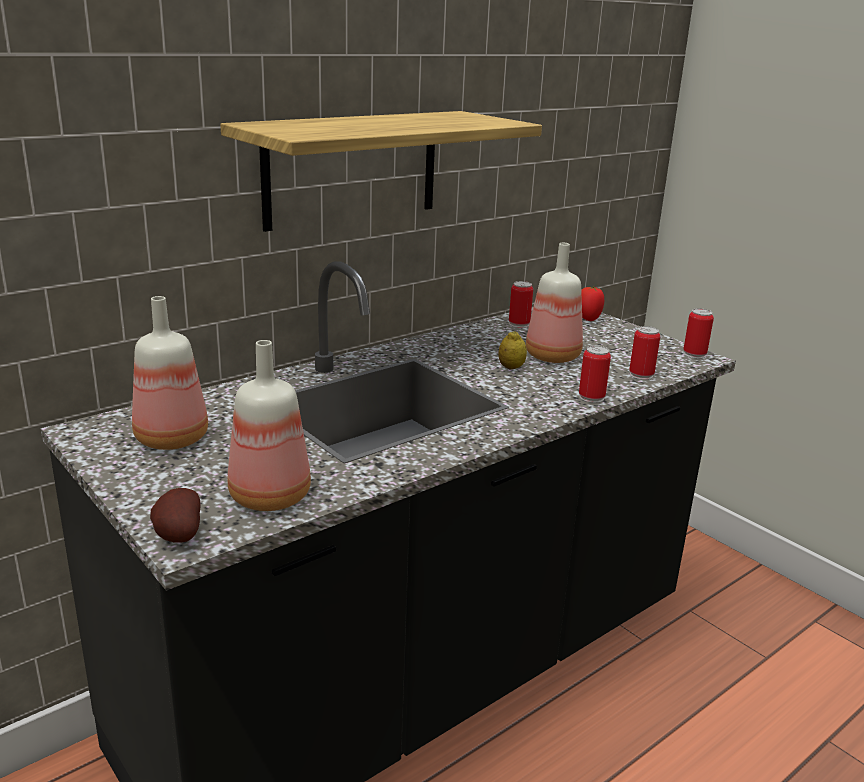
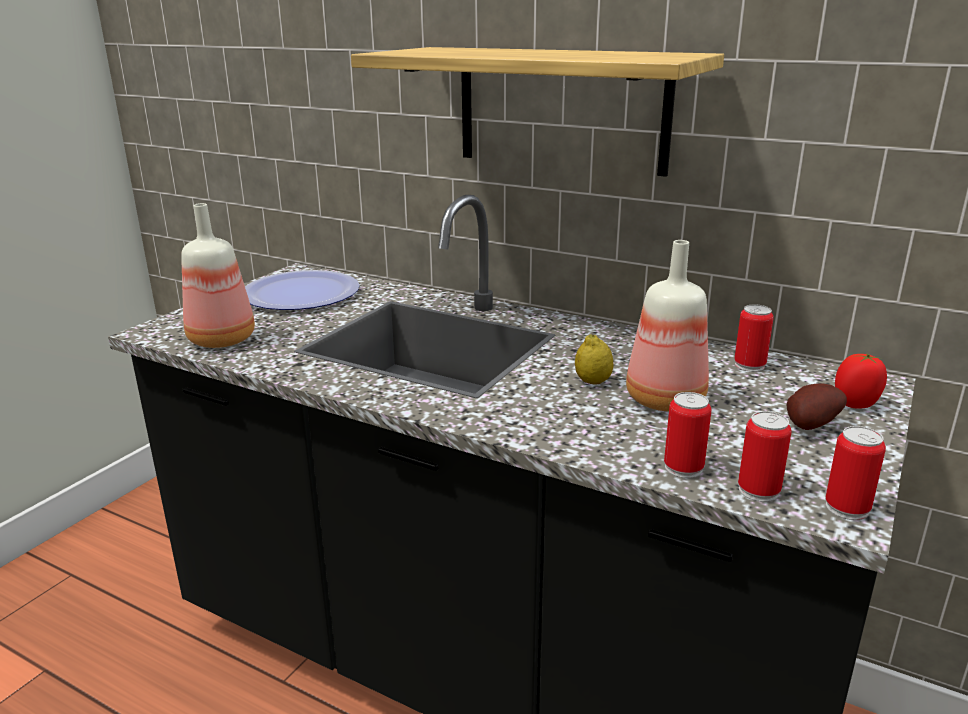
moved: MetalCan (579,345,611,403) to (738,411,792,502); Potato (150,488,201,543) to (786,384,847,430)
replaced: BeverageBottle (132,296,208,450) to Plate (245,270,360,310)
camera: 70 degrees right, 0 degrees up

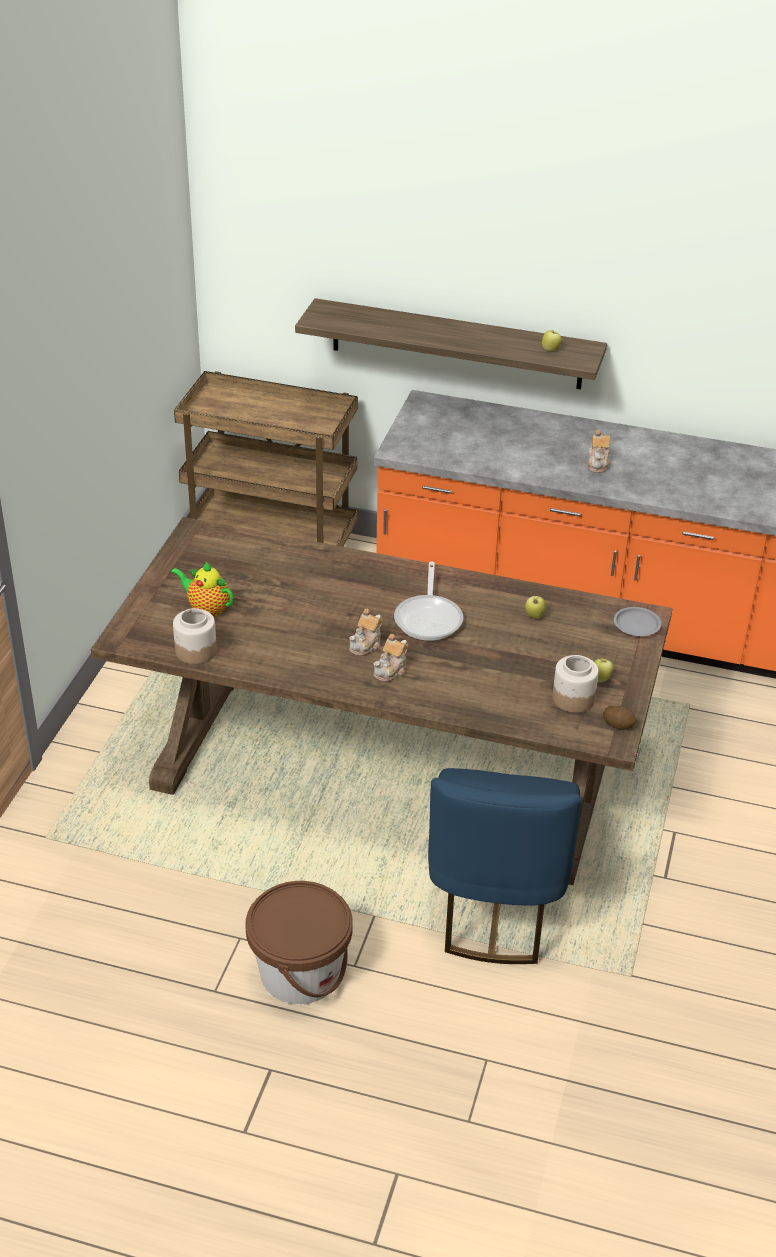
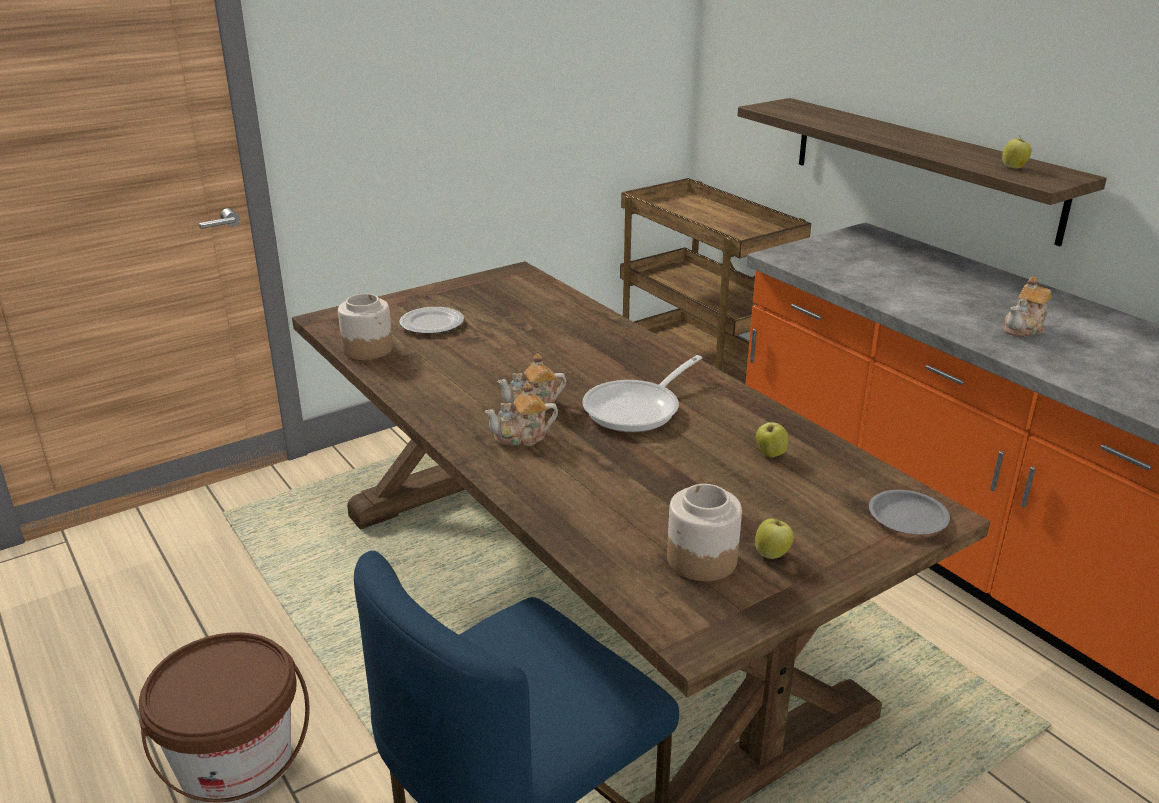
removed: Potato (603,706,637,730)
replaced: Teapot (171,561,234,617) to Plate (399,307,464,334)
camera: 40 degrees right, 10 degrees down

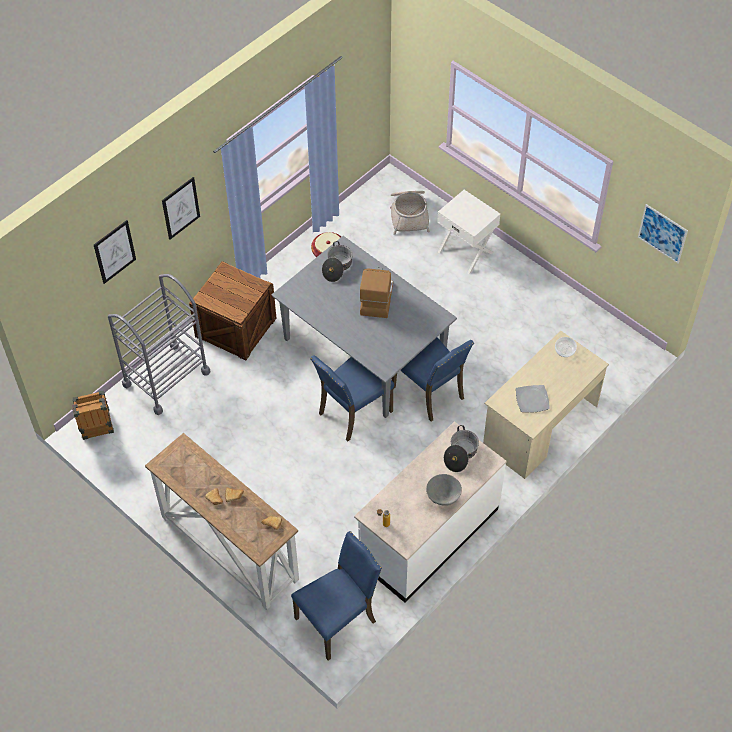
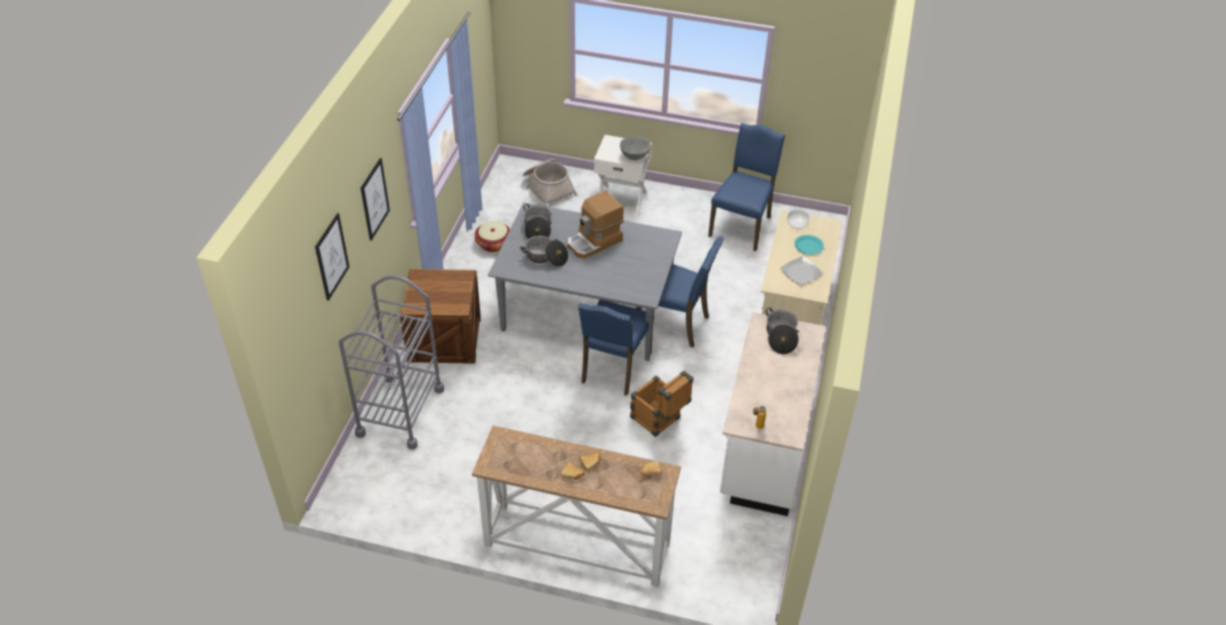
removed: WallArt (638,204,688,263)
added: CookingPot (520,235,568,267); BlueGreenPlate (794,235,824,255)
moved: ShippingCrate (72,390,114,440) to (630,371,694,437); GreyishServingBowl (426,474,462,506) to (620,136,651,160); BlueColouredPlainChair (291,531,382,661) to (708,123,785,251)
turned: CoffeeMachine (360,267,393,318) = (567,191,624,259) 105 degrees counterclockwise
camera: 30 degrees left, 10 degrees down

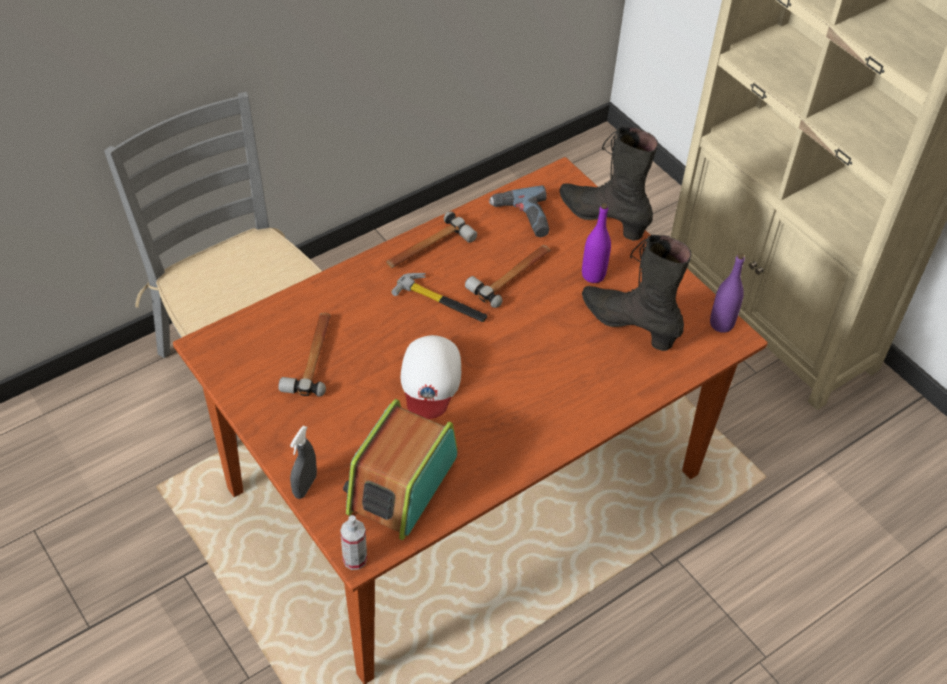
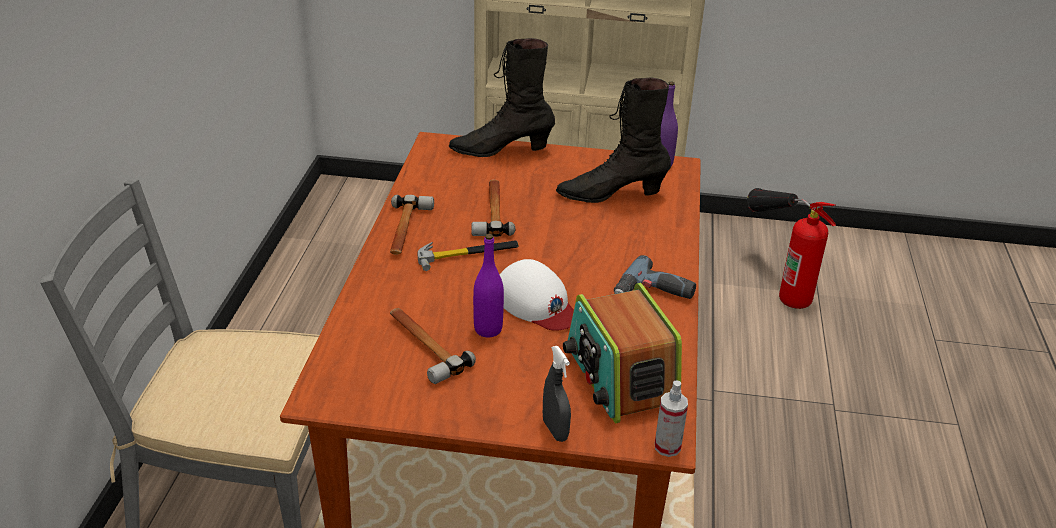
added: FireFightingCylinder (747,188,836,309)
moved: ElectricDrill (489,185,549,237) to (614,255,696,299); PurpleBeverageBottle (582,203,611,283) to (473,234,504,338)
camera: 45 degrees left, 15 degrees down

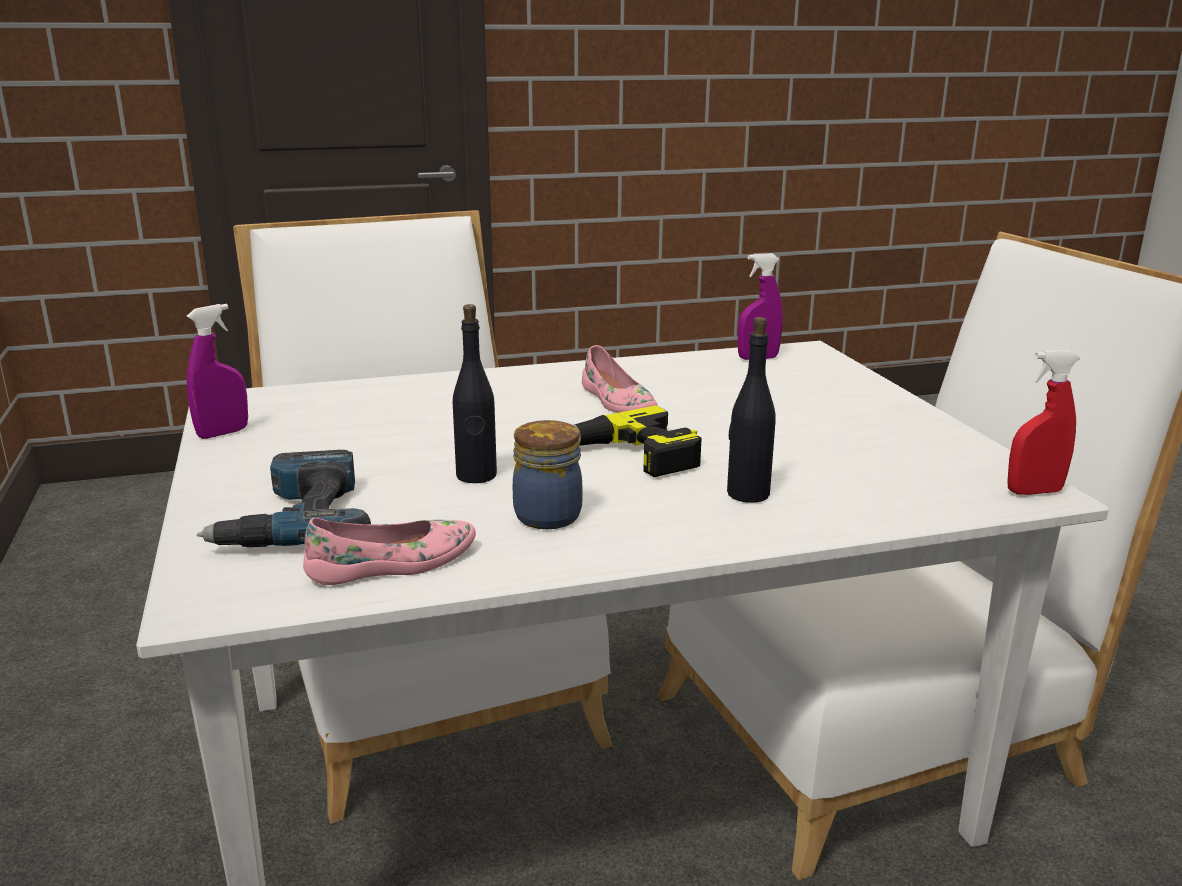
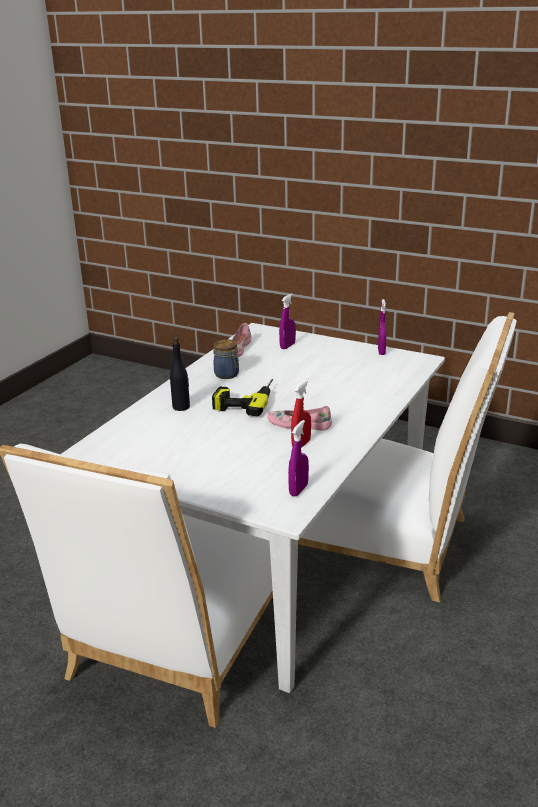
removed: BlackBeverageBottle (453,304,497,483)
moved: RedHandSprayer (1007,350,1080,495) to (291,380,311,448)
replaced: ElectricDrill (197,450,371,547) to PurpleHandSprayer (279,294,296,349)
camera: 135 degrees right, 5 degrees up

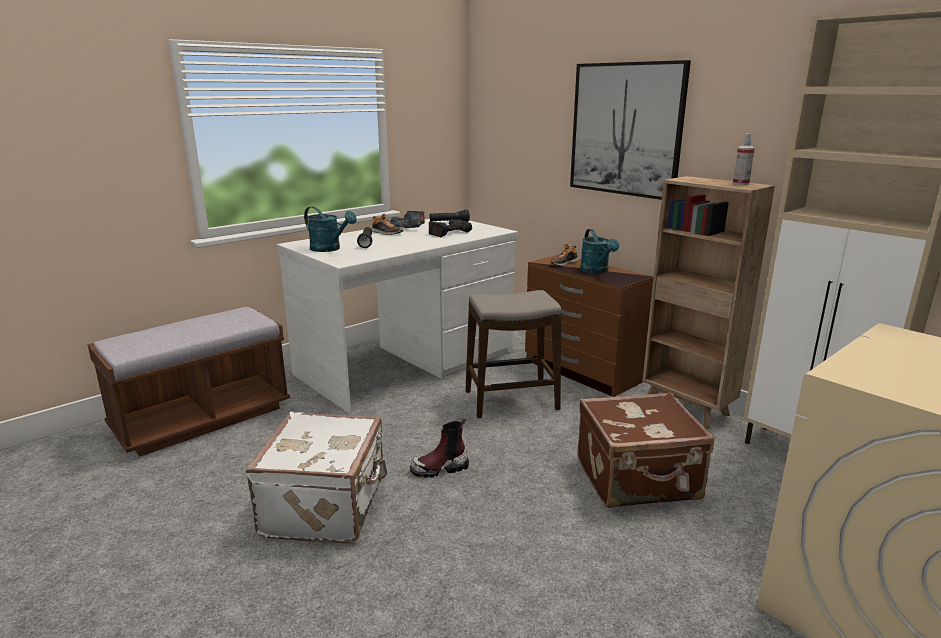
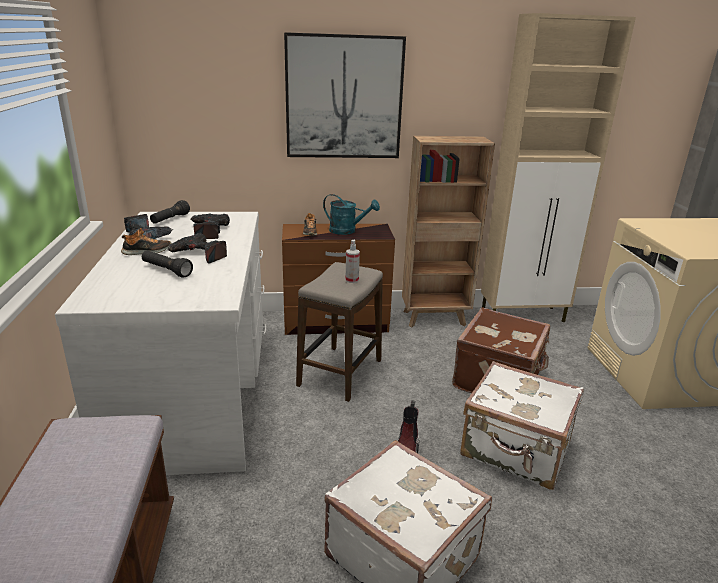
removed: BlueGreenWateringCan (304,206,357,252)
added: ElectricDrill (168,233,227,264); WhitePieceOfLuggage (460,361,584,490)
moved: HandSprayer (733,133,755,185) to (345,240,360,283)
camera: 55 degrees left, 5 degrees up

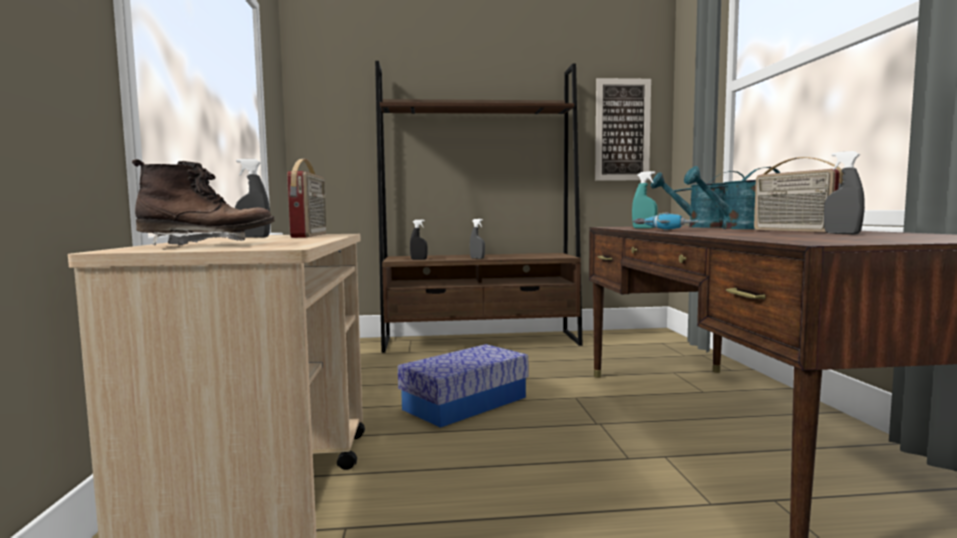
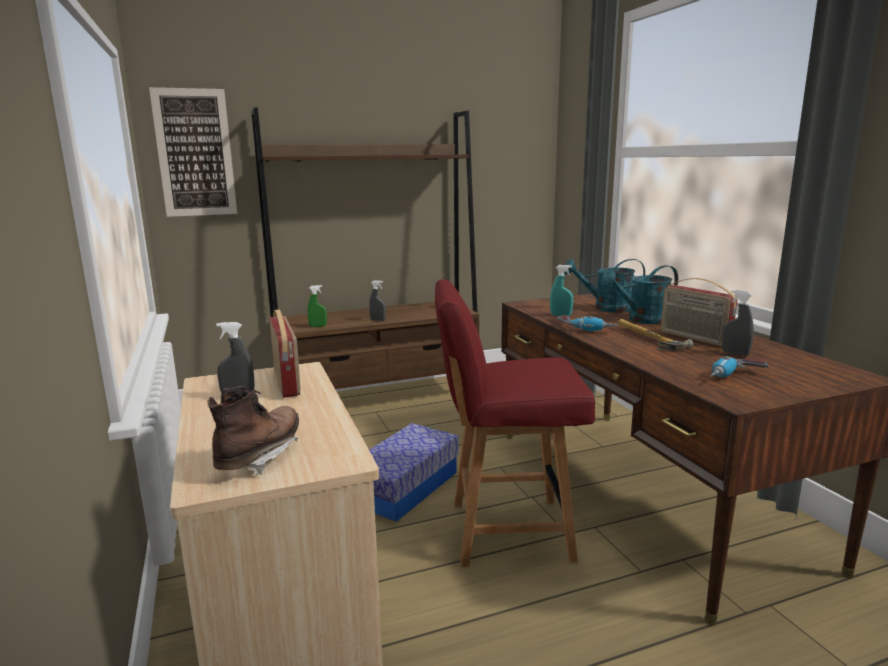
added: RedPlainChair (435,279,595,567); HandHammer (618,319,693,351); ElectricDrill (711,356,769,377)
moved: WallArt (595,78,651,181) to (149,87,237,217)
recoloured: BlackHandSprayer (410,220,427,260) to GreenHandSprayer (307,285,327,327)
turned: BrownTallBoot (132,159,275,245) = (207,386,299,475) 45 degrees counterclockwise
camera: 15 degrees left, 10 degrees up

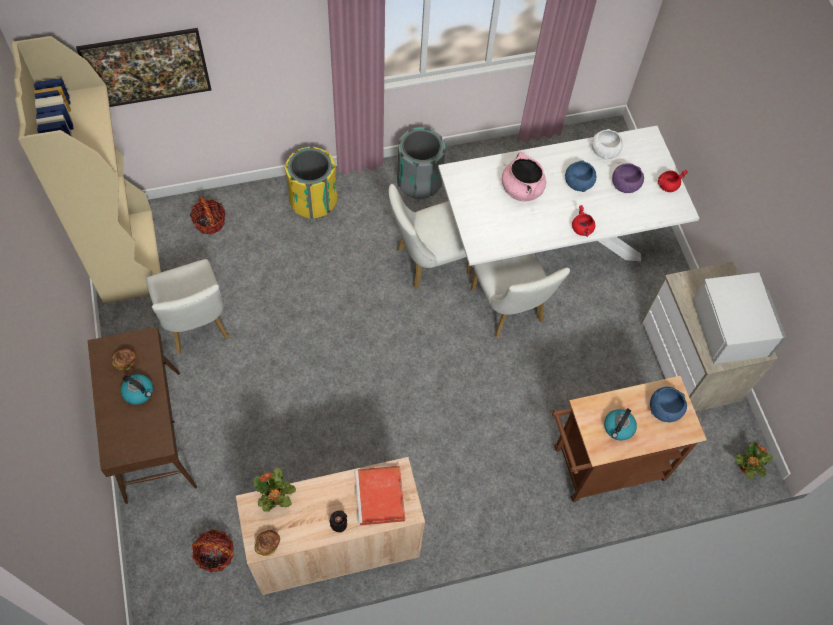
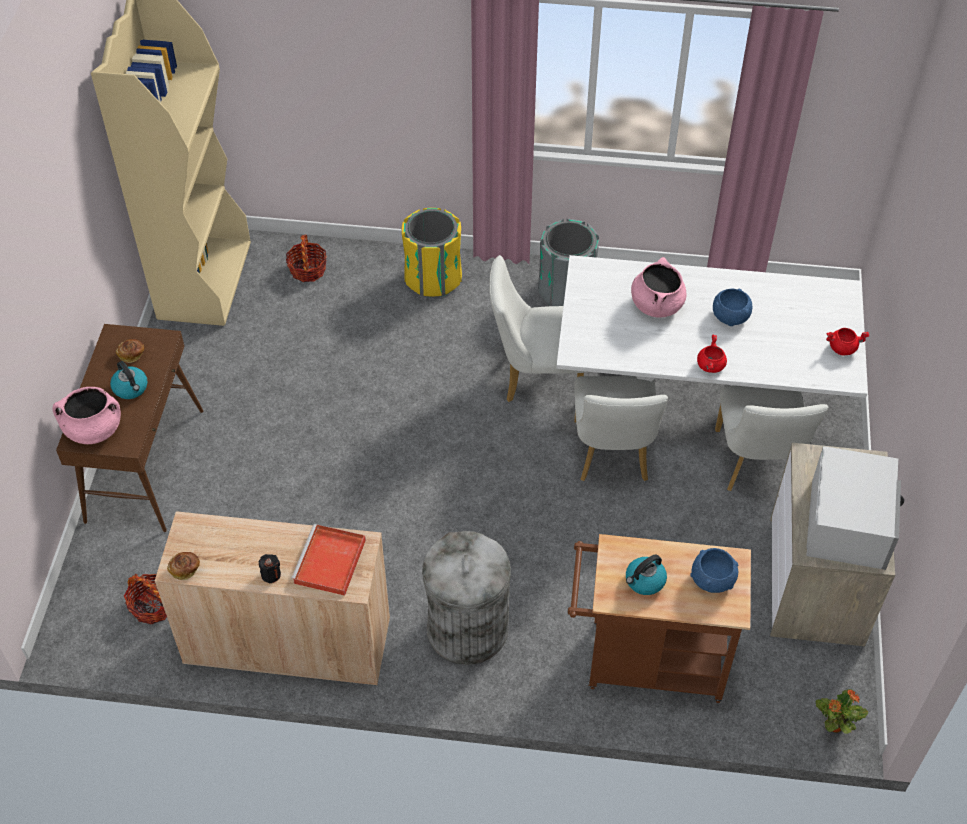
removed: WallArt (76,28,211,107); WhiteServingBowl (592,129,623,159); PurpleServingBowl (612,163,644,193); PlantInAPot (254,468,296,512)
added: PinkishCookingPot (52,387,121,444); GreyishTrashCan (422,531,511,665)
moved: WhitePlainChair (146,259,229,354) to (715,386,828,491)
camera: 25 degrees right, 10 degrees down

